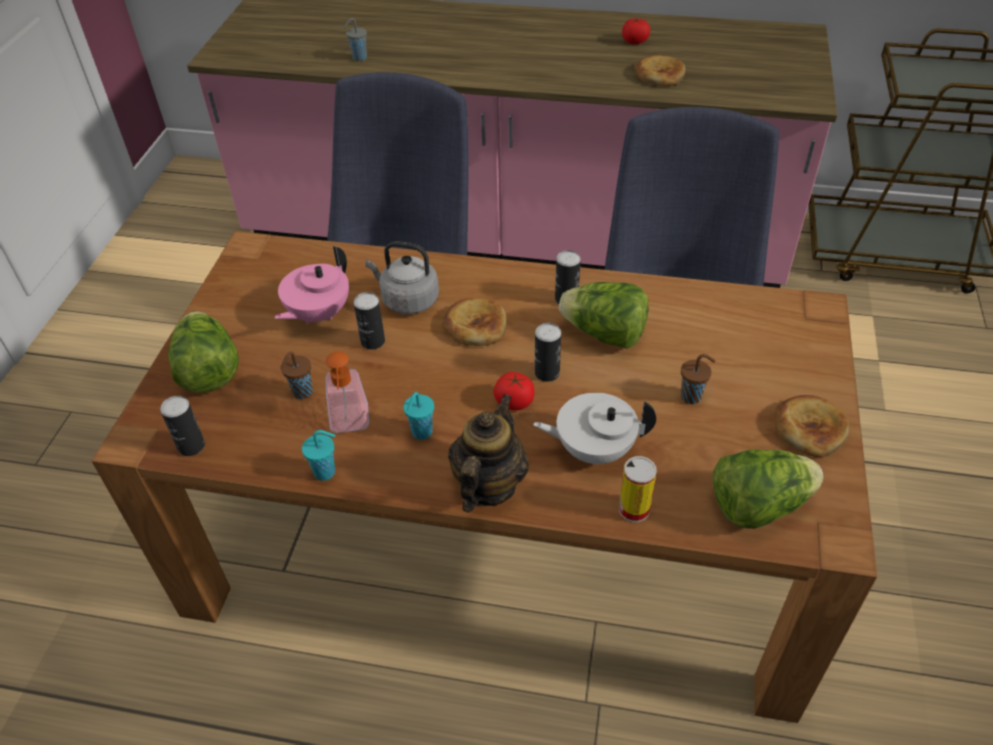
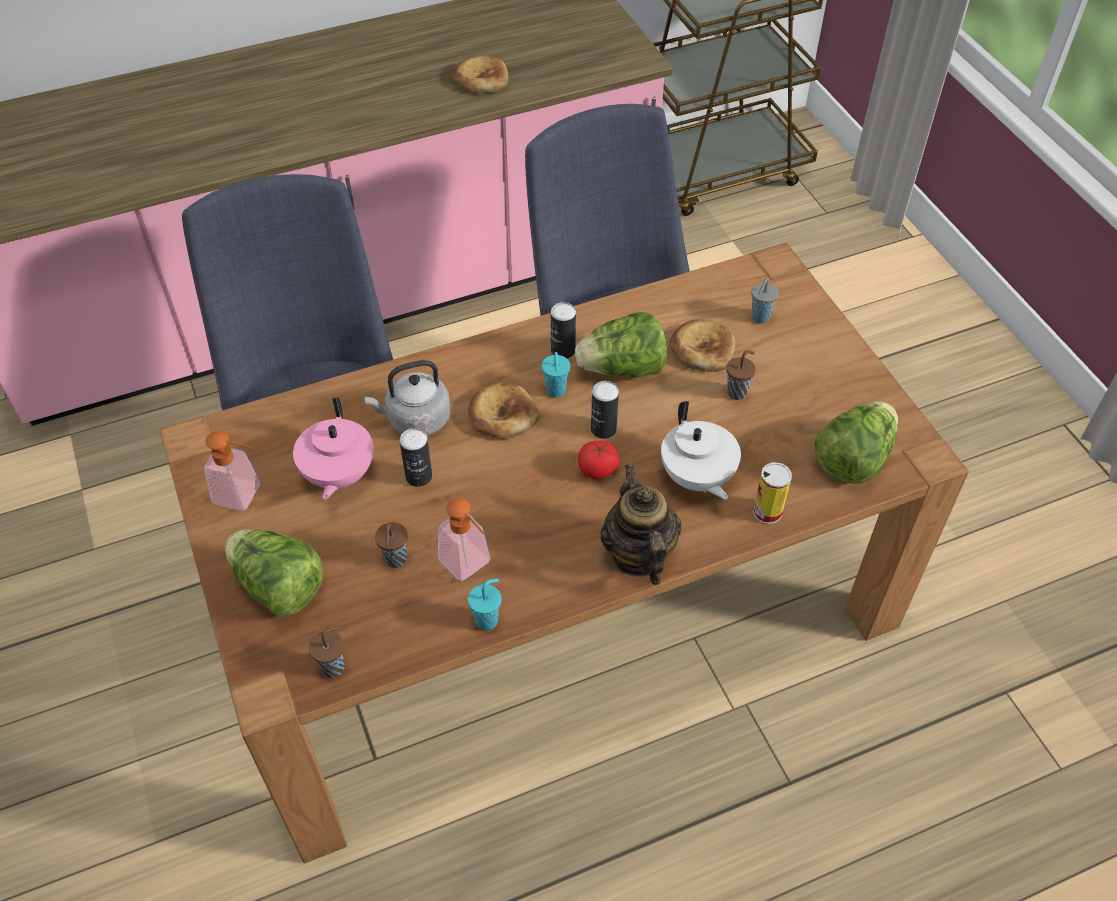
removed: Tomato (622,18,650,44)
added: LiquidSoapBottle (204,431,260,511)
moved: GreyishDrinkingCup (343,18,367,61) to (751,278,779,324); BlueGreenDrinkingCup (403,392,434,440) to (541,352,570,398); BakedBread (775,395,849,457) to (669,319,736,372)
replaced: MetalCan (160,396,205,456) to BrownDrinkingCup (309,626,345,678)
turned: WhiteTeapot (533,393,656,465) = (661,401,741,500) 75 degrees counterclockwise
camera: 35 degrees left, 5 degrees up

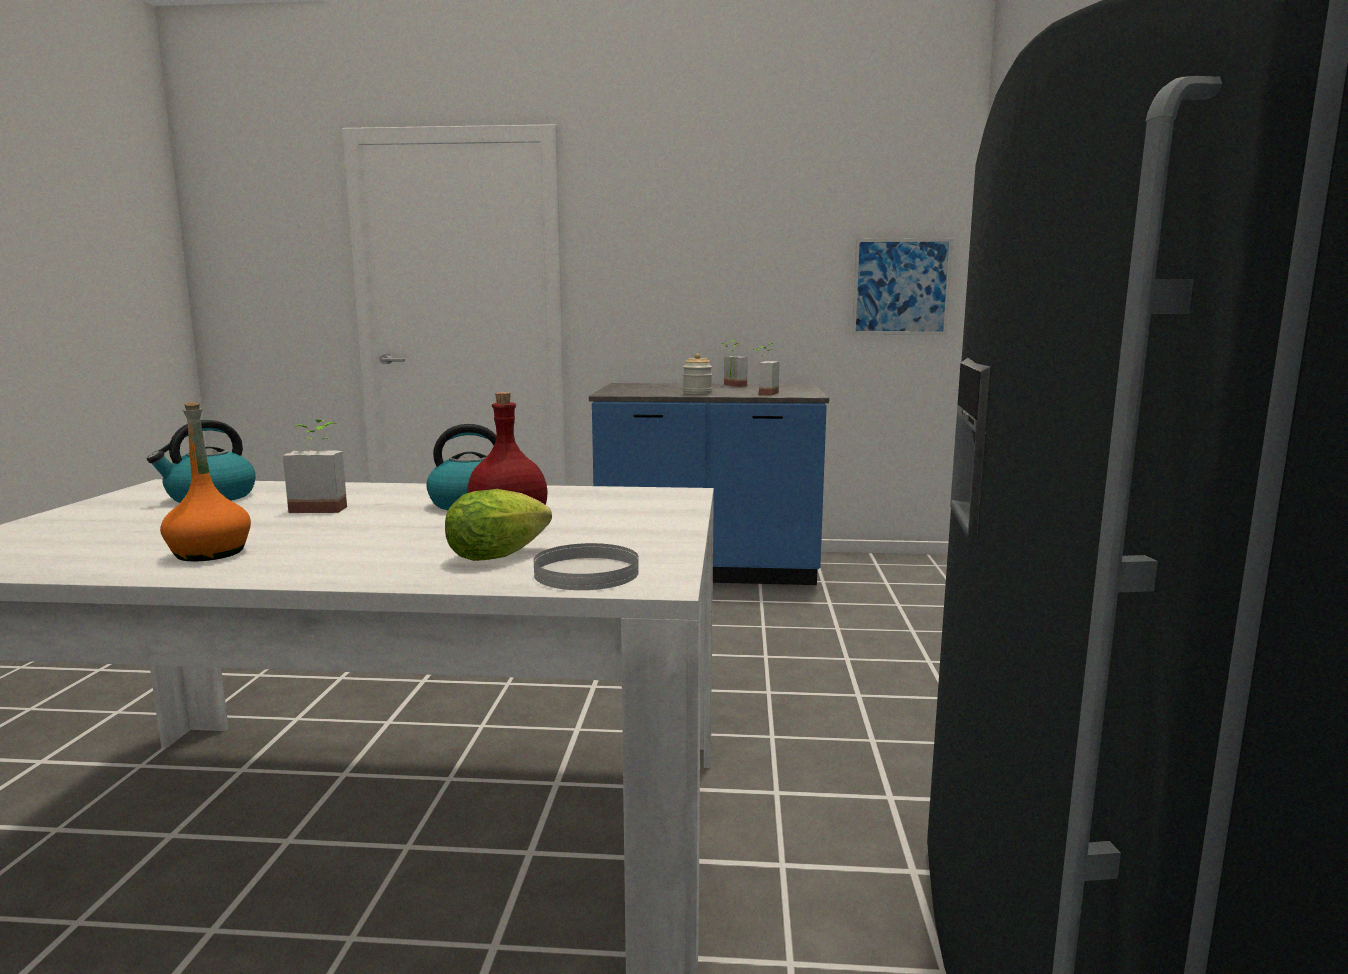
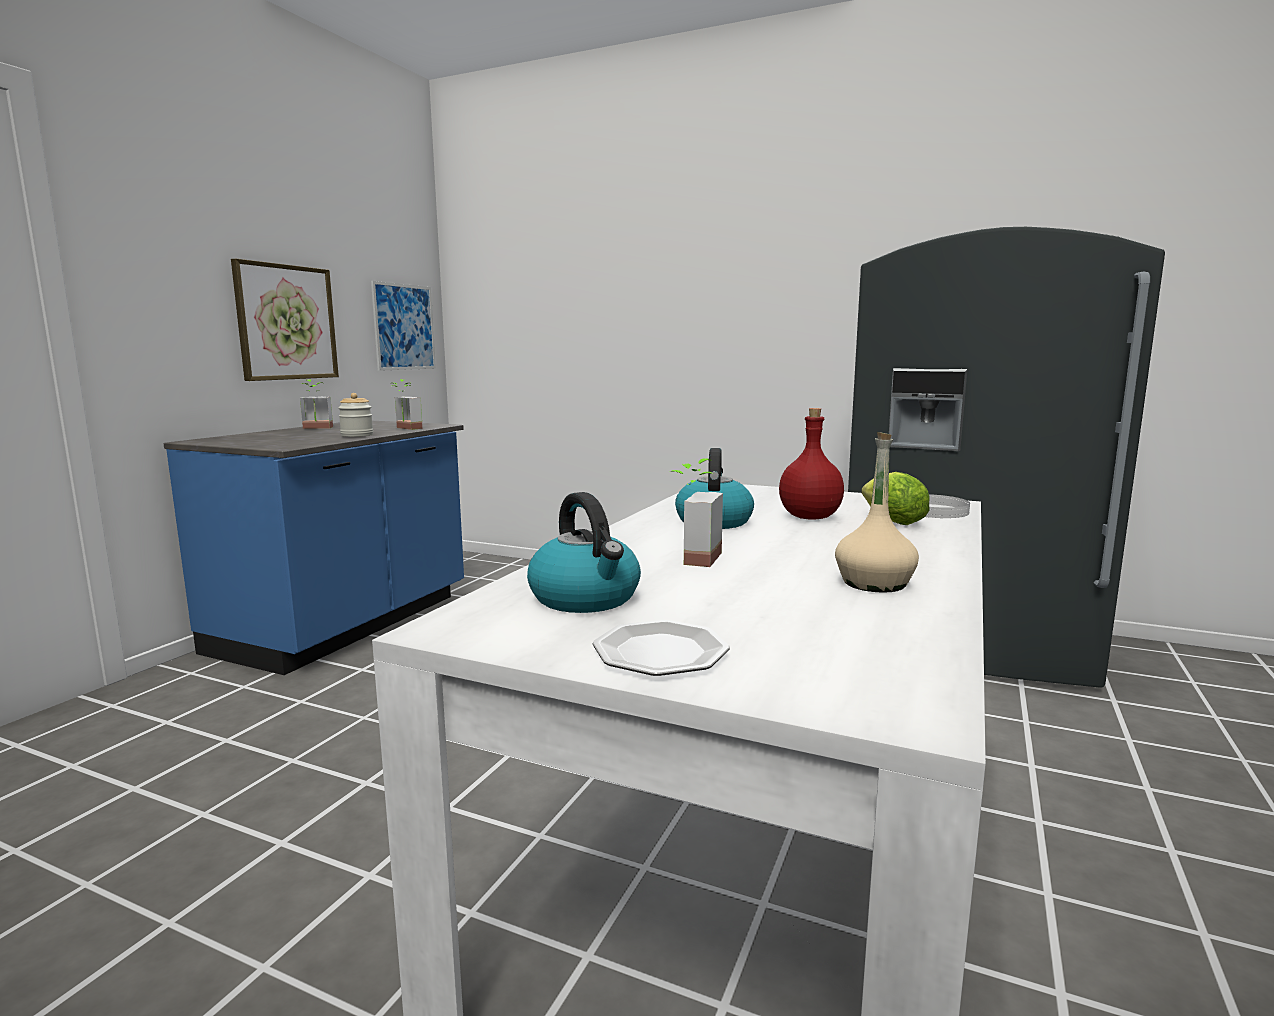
added: WallArt (231,259,339,381); Plate (593,620,730,676)
recoloured: OrangeColouredBeverageBottle (160,402,251,561) to SandColouredBeverageBottle (835,432,919,593)
camera: 70 degrees left, 0 degrees up

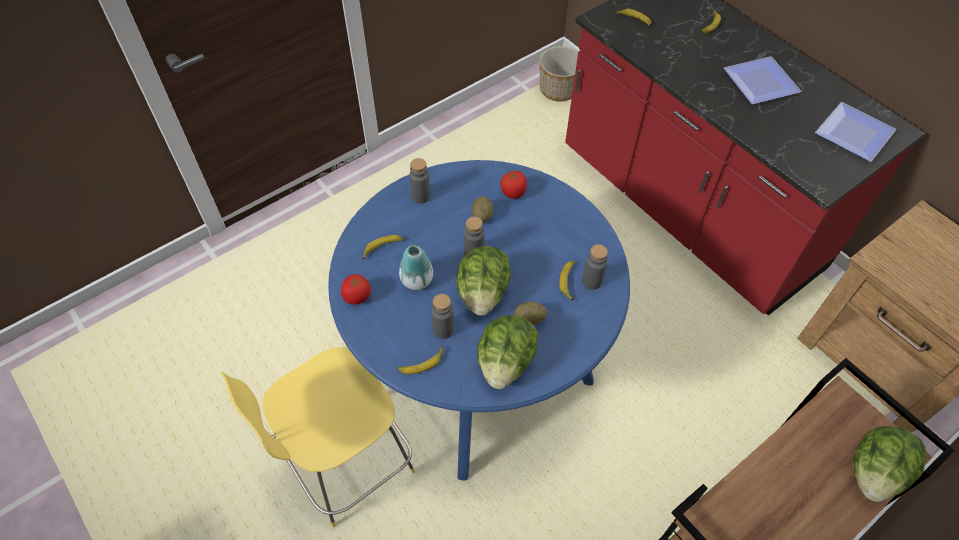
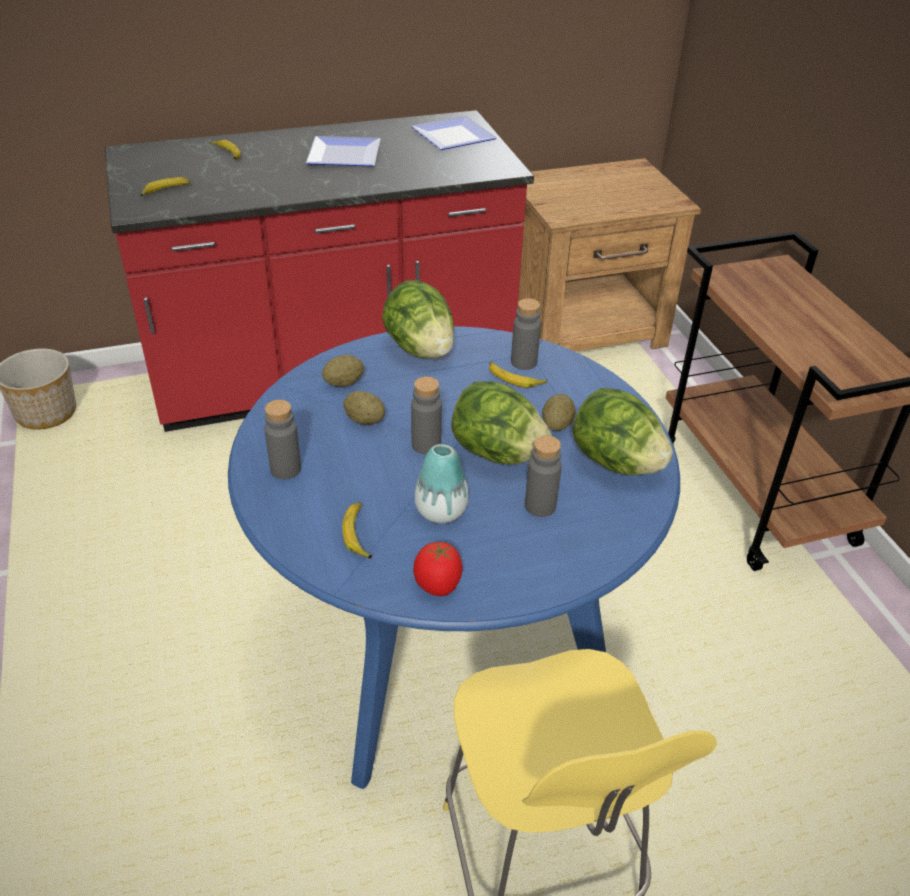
removed: WholeBanana (398,347,444,374)
moved: Lettuce (853,426,927,502) to (382,280,454,358)
replaced: Tomato (500,171,527,199) to Potato (322,354,364,387)
camera: 70 degrees left, 15 degrees down

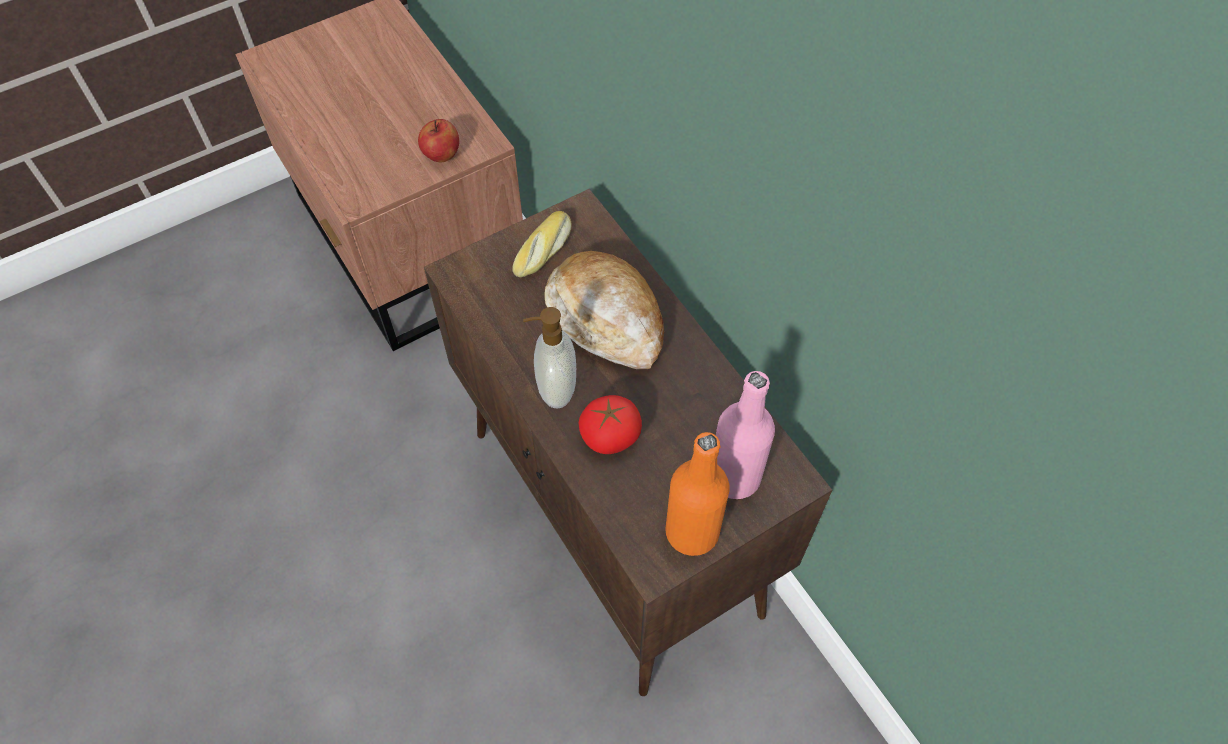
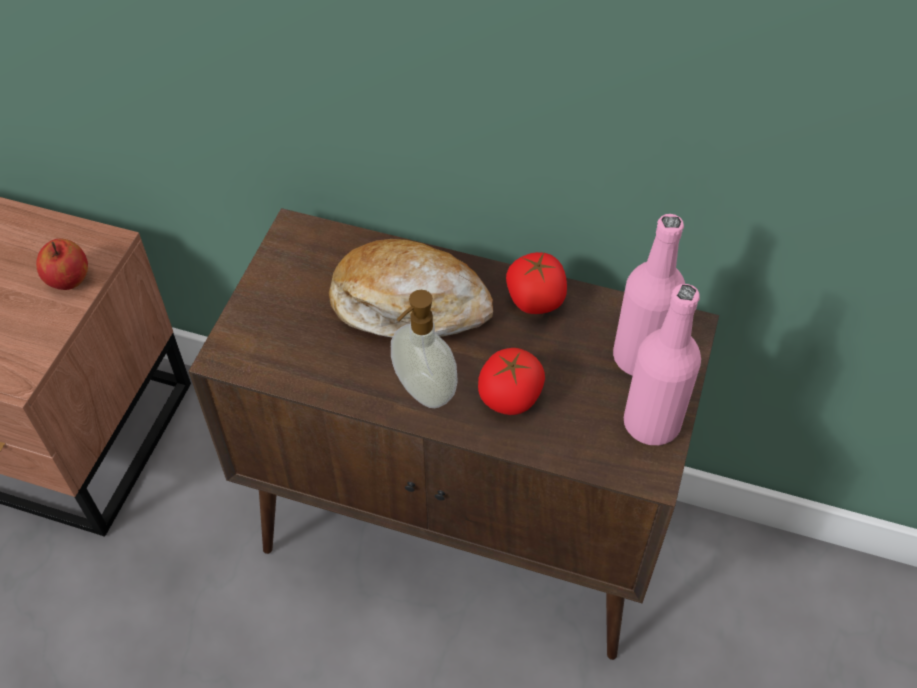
removed: BakedBread (512,211,572,277)
added: Tomato (506,252,567,314)
recoloured: OrangeColouredBeverageBottle (665,432,730,556) to PinkishBeverageBottle (624,284,701,445)
camera: 40 degrees left, 5 degrees down

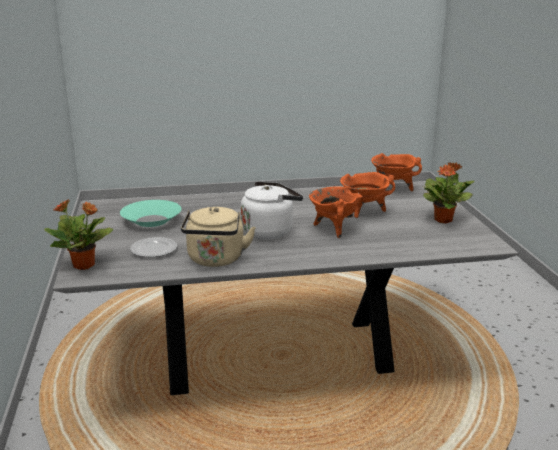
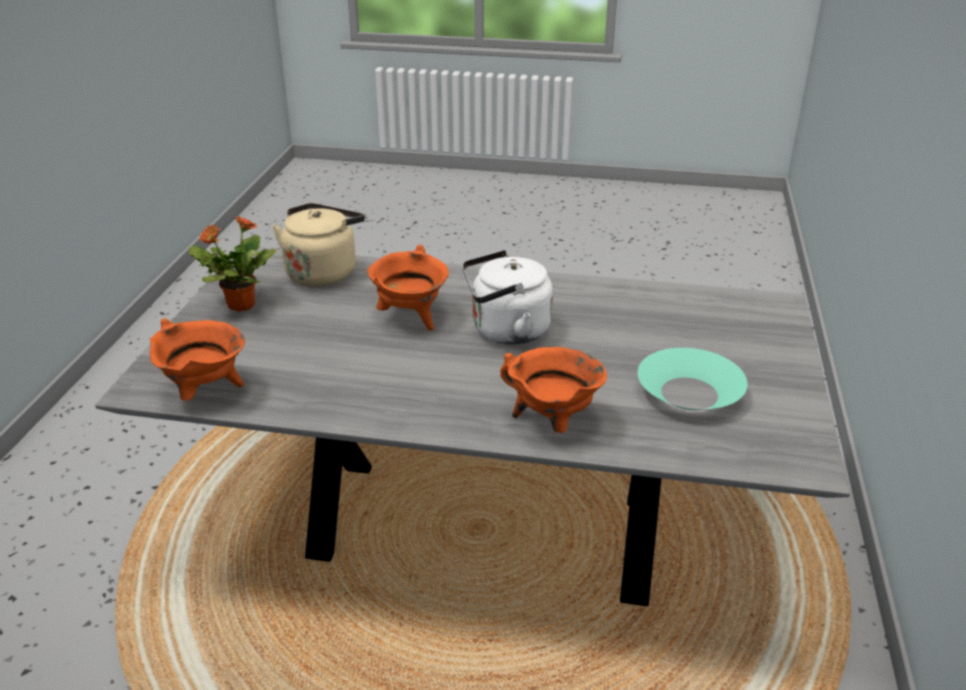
removed: PlantInAPot (44,199,113,270); Plate (130,237,177,257)
moved: OrangeColouredCookingPot (340,172,395,218) to (500,347,607,433); SandColouredTeaKettle (181,207,256,267) to (272,203,365,287)
camera: 160 degrees left, 10 degrees up

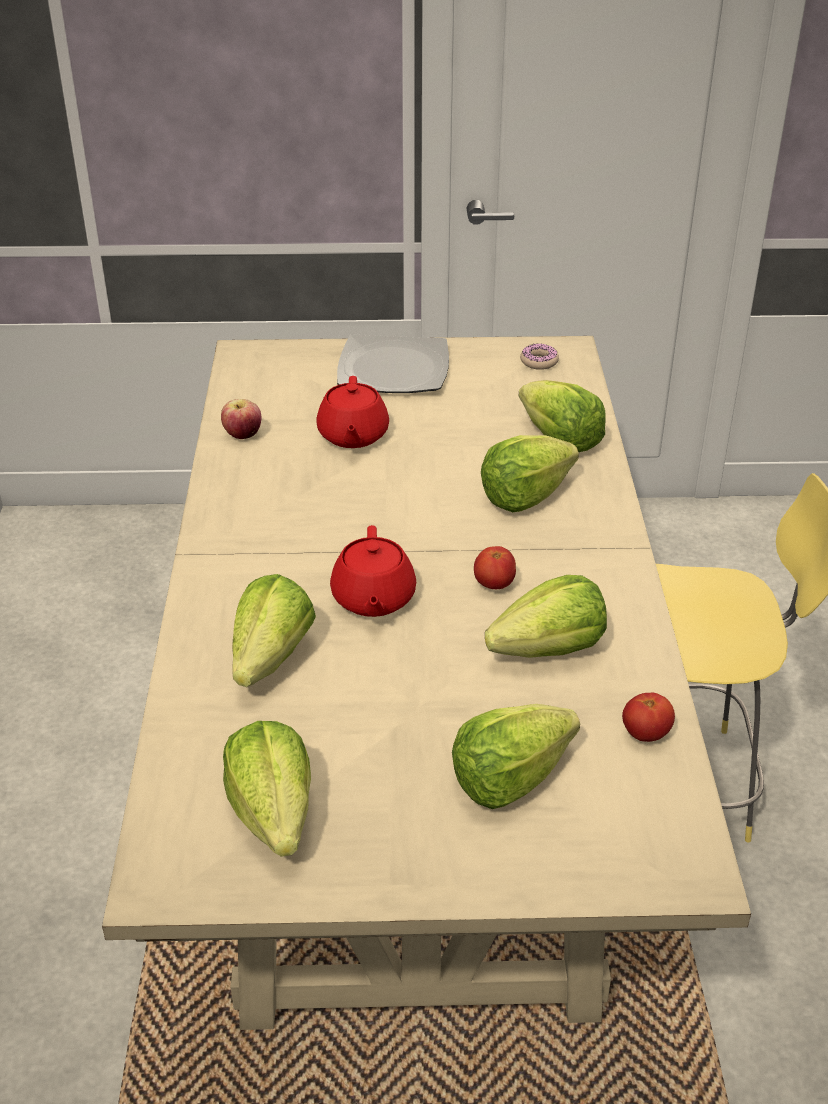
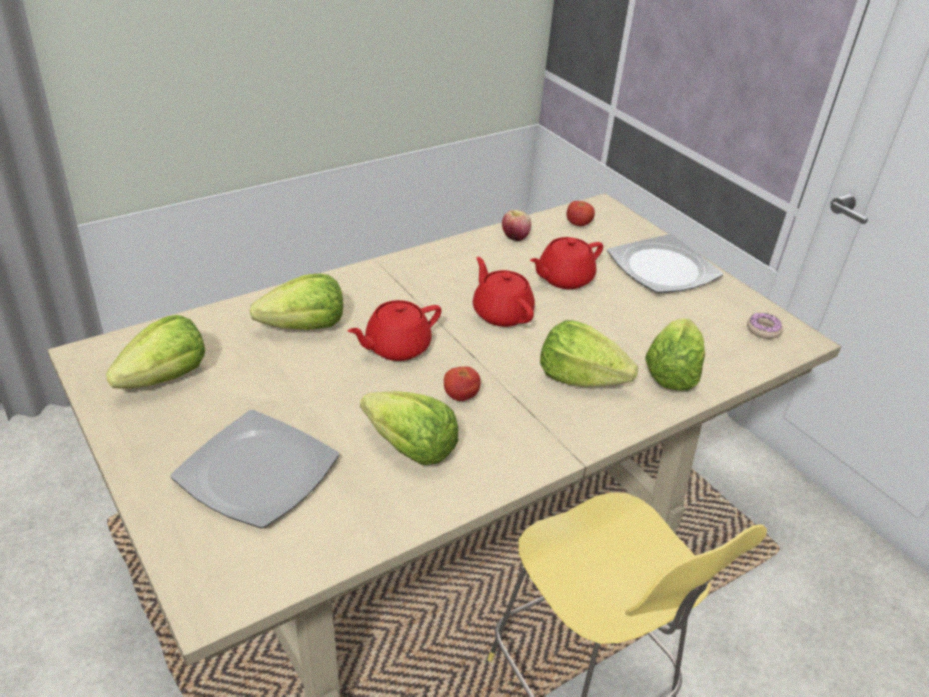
added: RedTeapot (473,257,535,327)
moved: Tomato (622,693,675,742) to (567,201,595,226)
replaced: Lettuce (452,704,580,809) to Plate (171,410,339,528)
camera: 55 degrees right, 0 degrees up

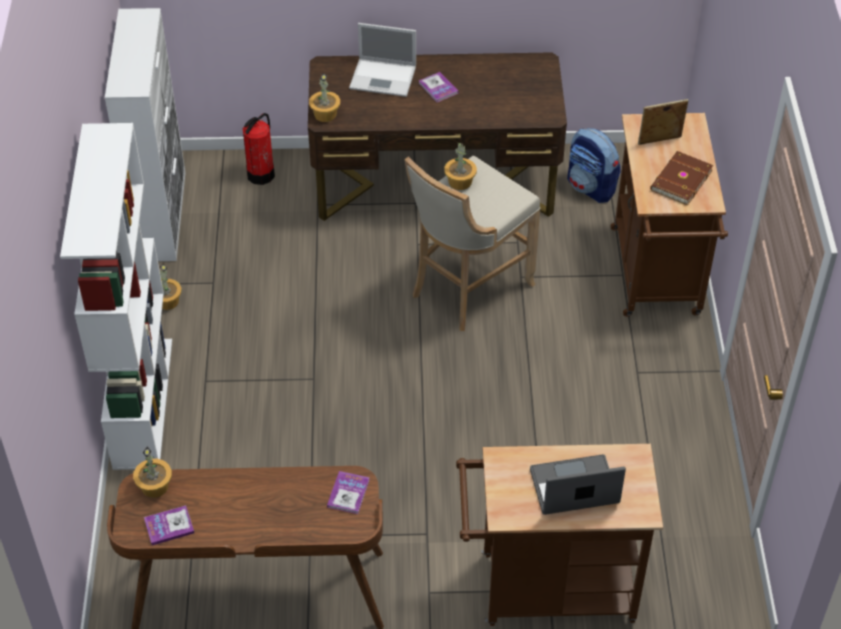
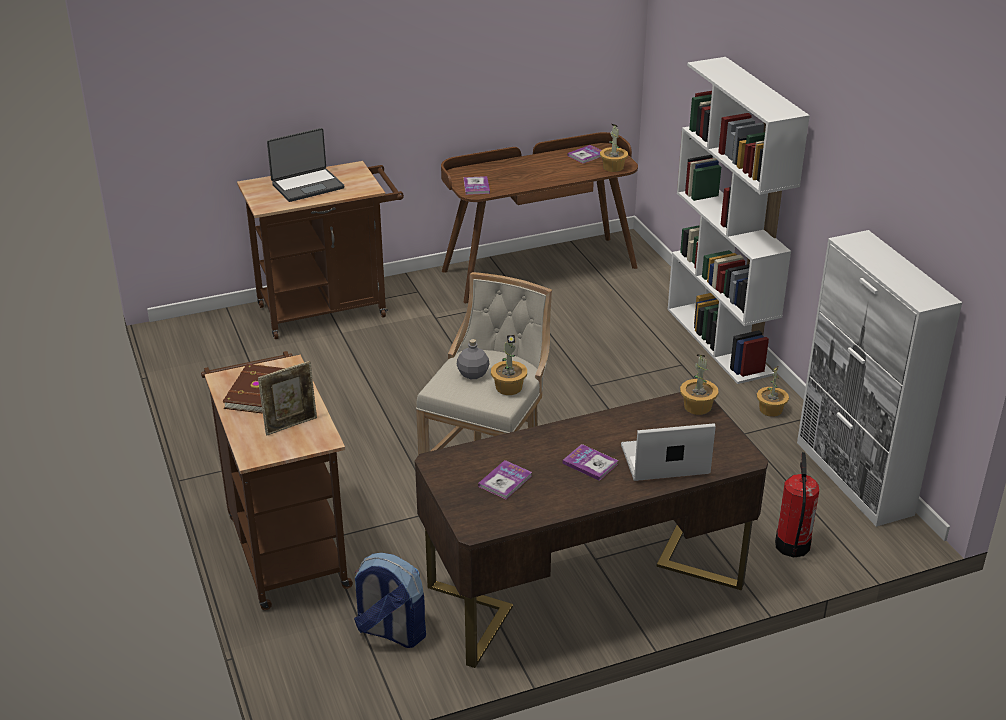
added: GreyishBeverageBottle (457,339,489,379); Volume (478,460,532,499)
camera: 160 degrees right, 15 degrees down

